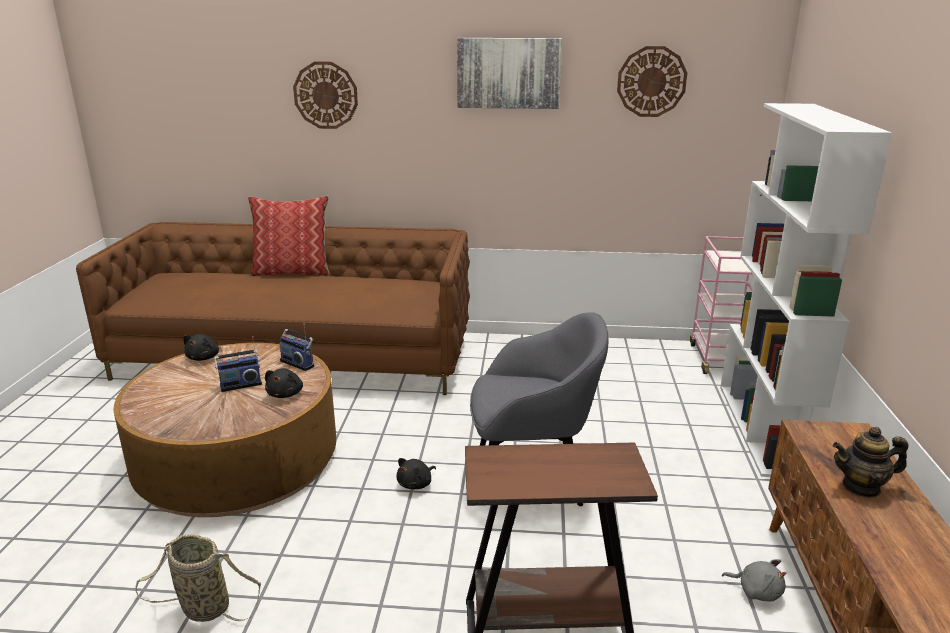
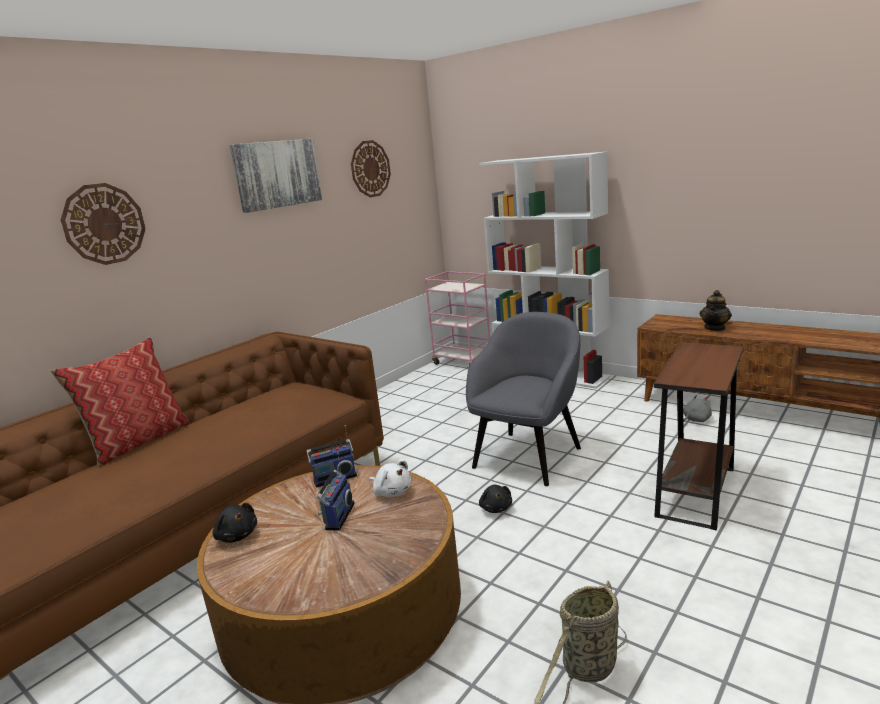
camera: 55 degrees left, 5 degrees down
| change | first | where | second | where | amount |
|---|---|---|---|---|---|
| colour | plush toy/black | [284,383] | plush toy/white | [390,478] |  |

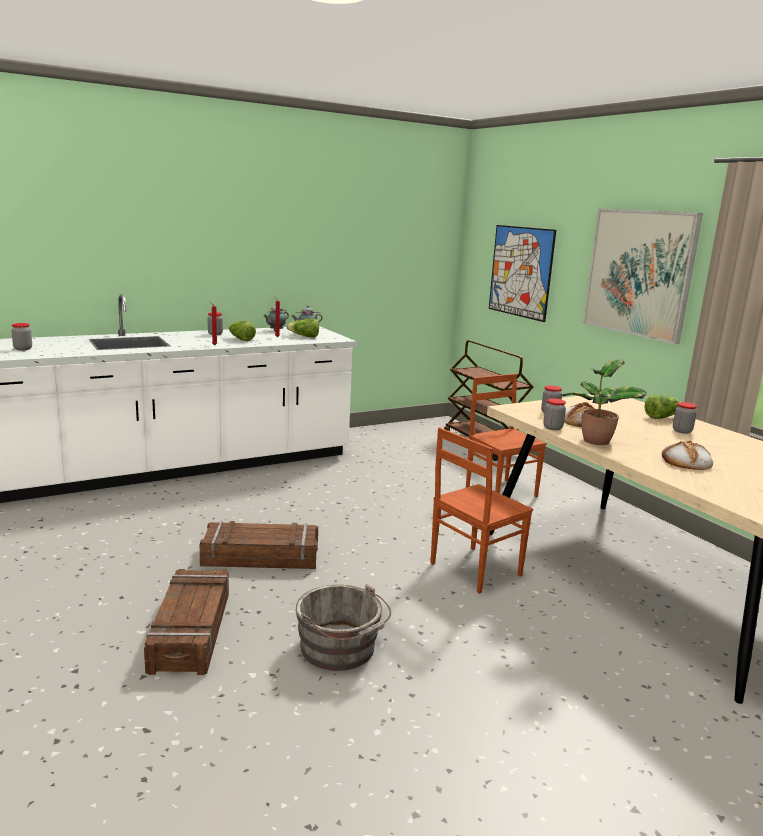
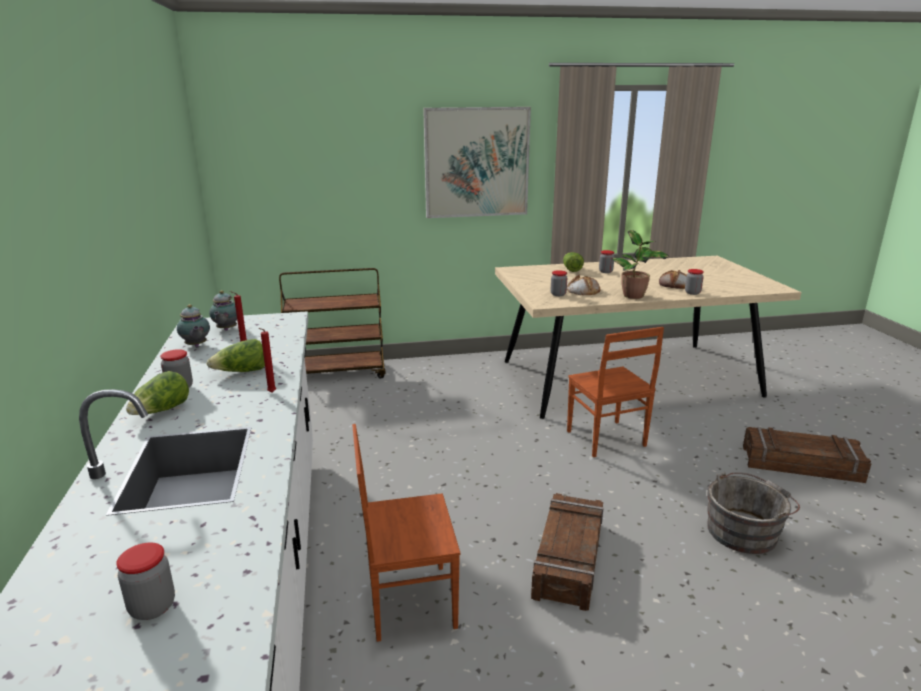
camera: 70 degrees left, 5 degrees up
| change | first | where | second | where | amount |
|---|---|---|---|---|---|
| missing | picture | [522,273] |  |  |  |
| relocated | crate | [186,622] |  | [807,455] |  |
| relocated | lettuce | [302,328] |  | [157,393] |  |
| relocated | chair/brown | [506,435] |  | [406,533] |  |
| relocated | jar | [554,414] |  | [694,282] |  |

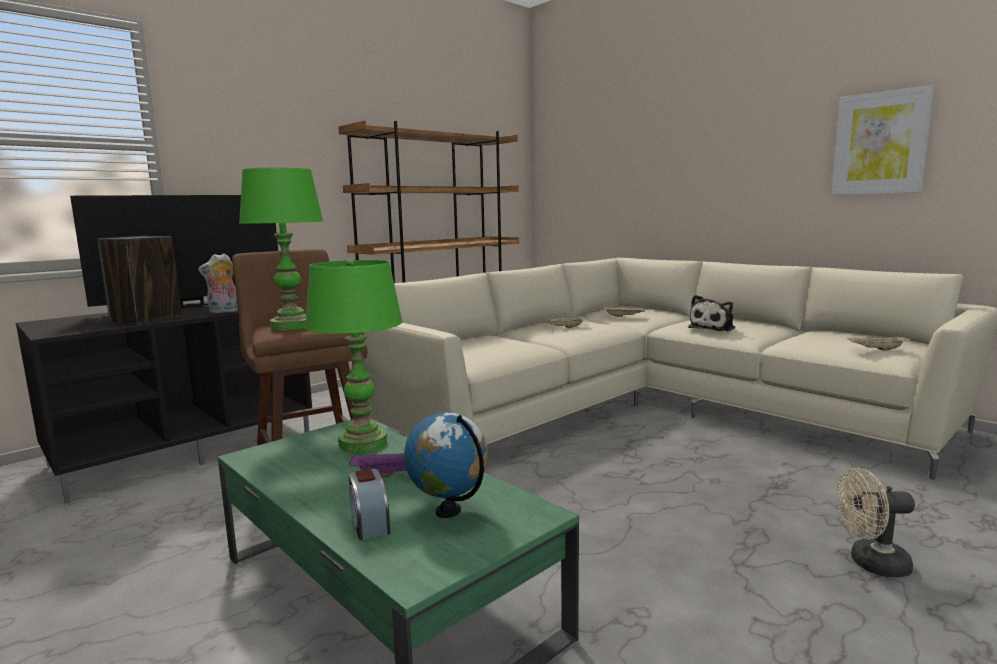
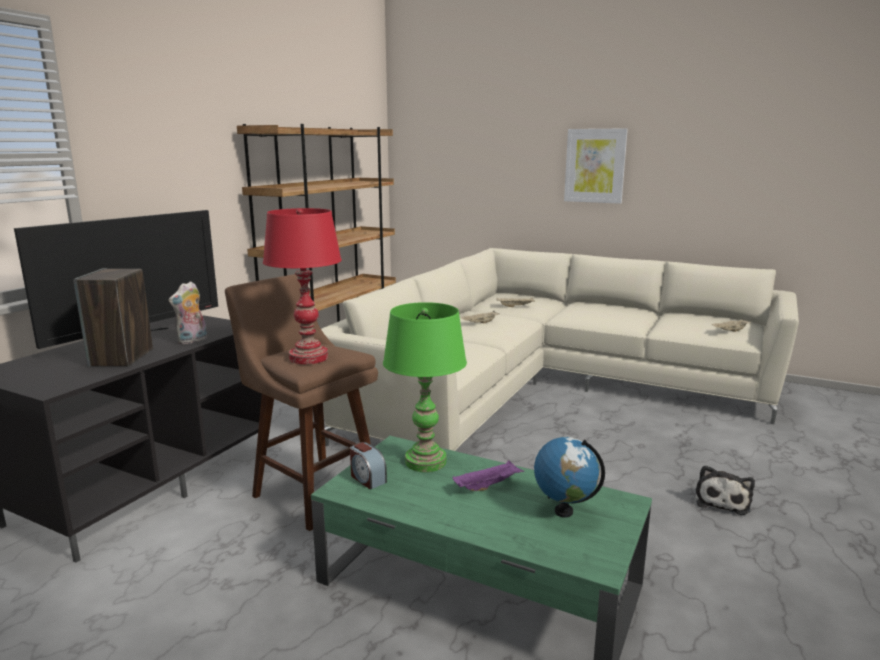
camera: 20 degrees left, 5 degrees up
| change | first | where | second | where | amount |
|---|---|---|---|---|---|
| missing | fan/beige | [876,523] |  |  |  |
| relocated | alarm clock | [369,504] |  | [368,466] |  |
| relocated | plush toy | [711,313] |  | [725,490] |  |
| relocated | picture | [883,140] |  | [596,166] |  |
| colour | table lamp/green | [281,248] | table lamp/red | [302,286] |  |

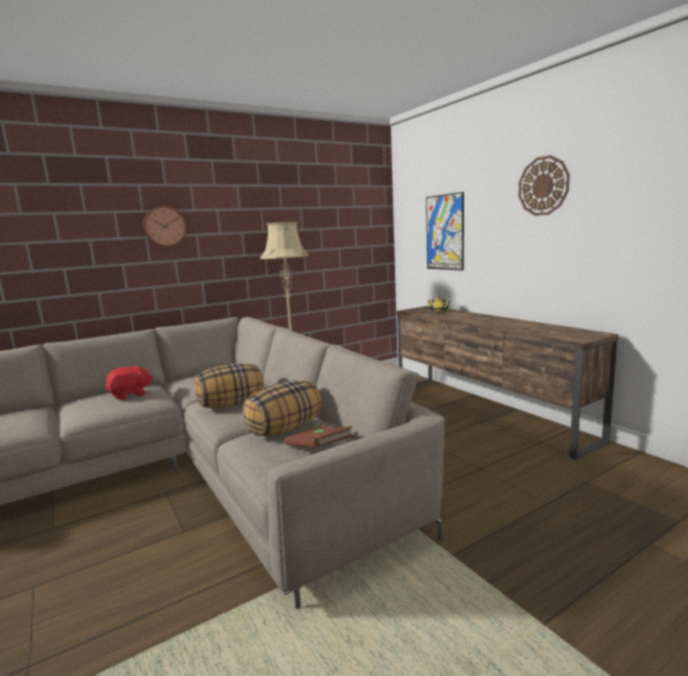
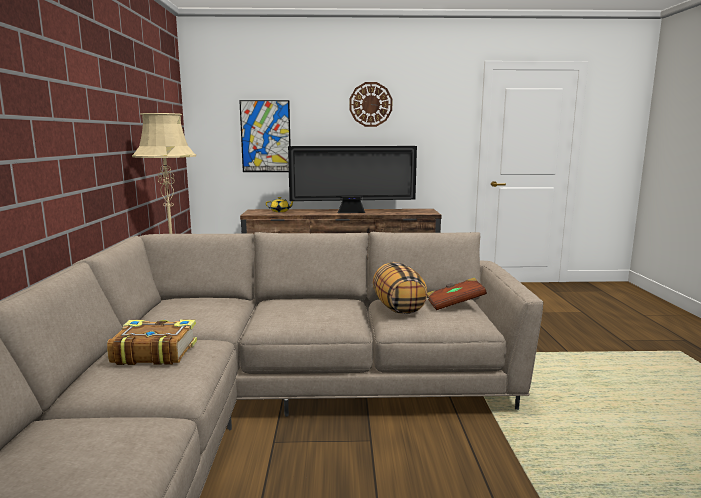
camera: 60 degrees left, 0 degrees up
| change | first | where | second | where | amount |
|---|---|---|---|---|---|
| missing | wall clock | [164,226] |  |  |  |
| missing | pillow | [228,385] |  |  |  |
| appeared |  |  | television | [352,179] |  |
| exchanged | plush toy/red | [129,383] | book | [152,342] |  |

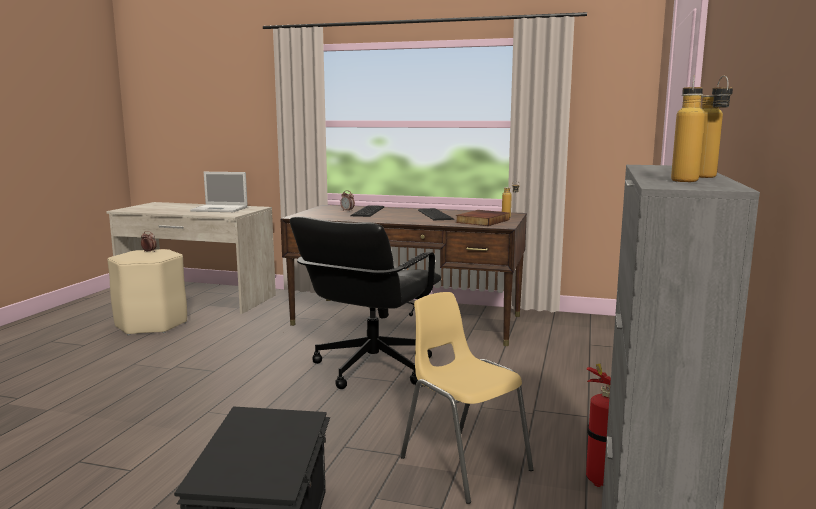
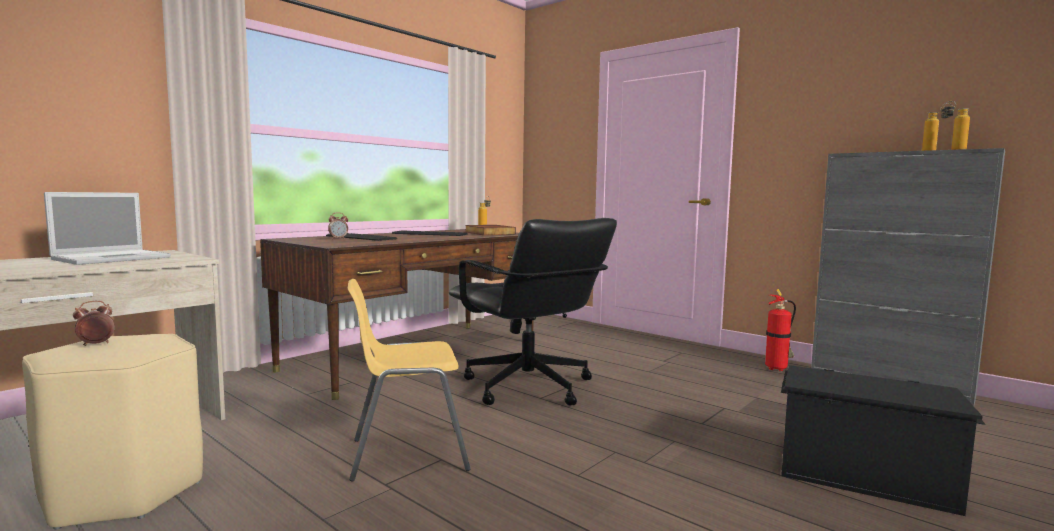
camera: 65 degrees left, 5 degrees down
| change | first | where | second | where | amount |
|---|---|---|---|---|---|
| relocated | chair/yellow | [467,398] |  | [409,380] |  |

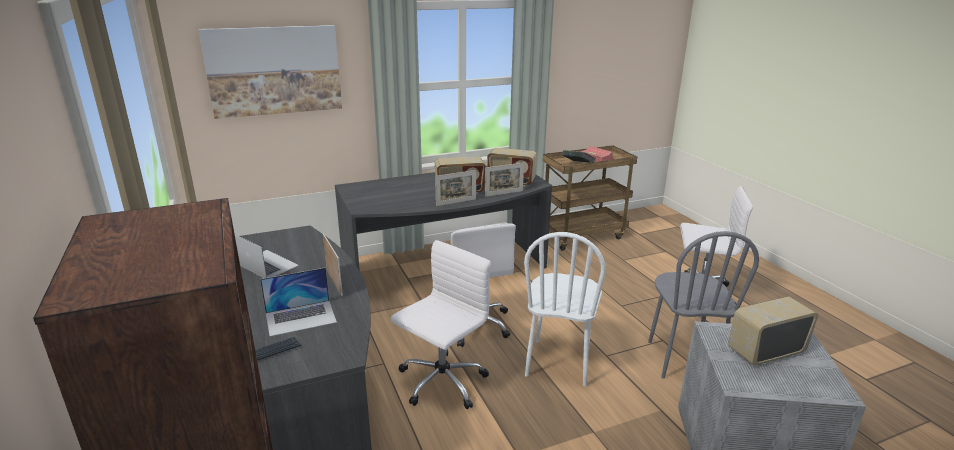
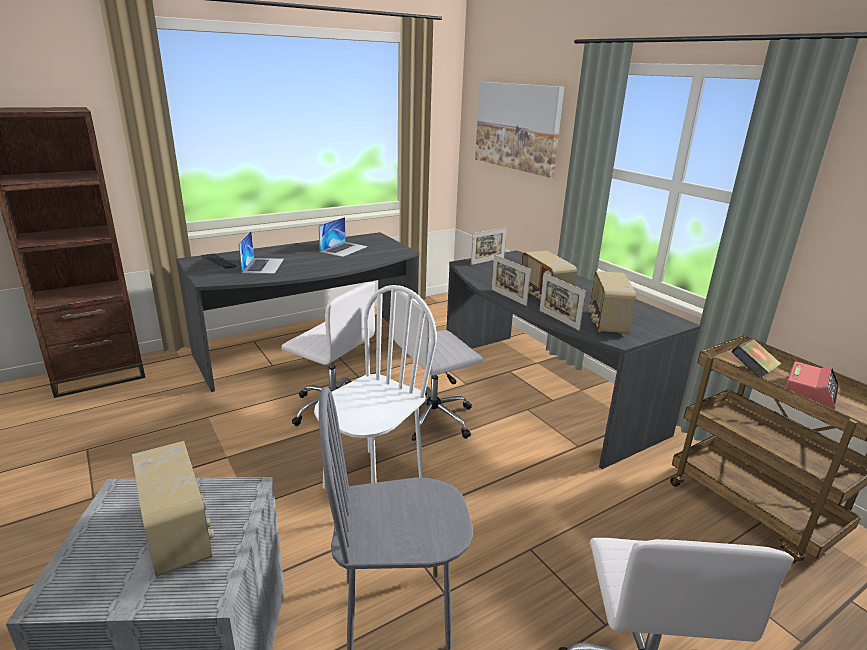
camera: 80 degrees right, 0 degrees up
| change | first | where | second | where | amount |
|---|---|---|---|---|---|
| relocated | picture frame | [333,265] |  | [489,246] |  |
| spun | laptop | [298,302] |  | [261,252] | 150 degrees counterclockwise |
| spun | chair/white | [565,309] |  | [375,387] | 120 degrees clockwise |

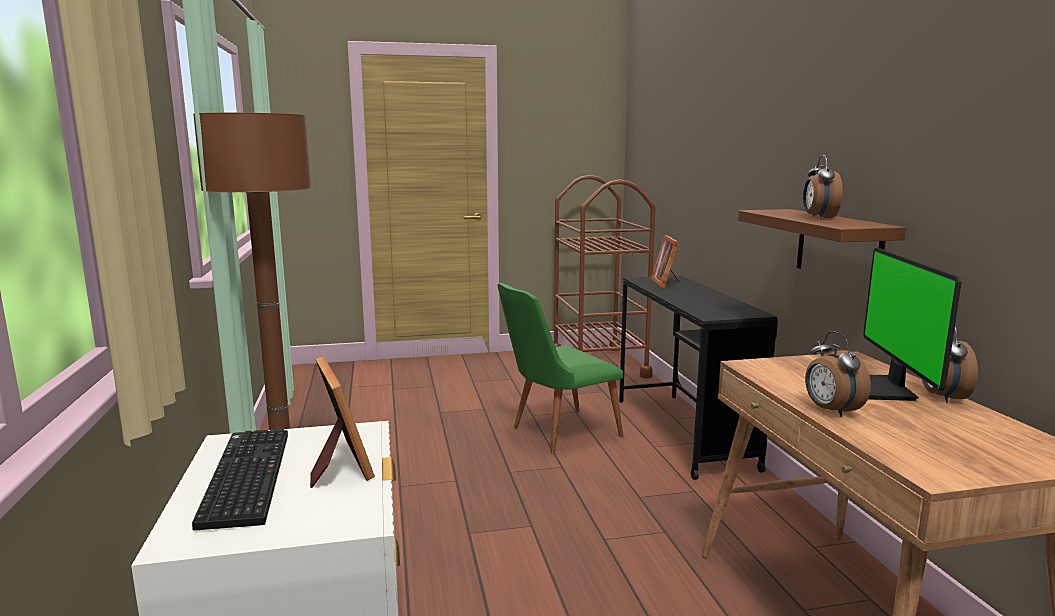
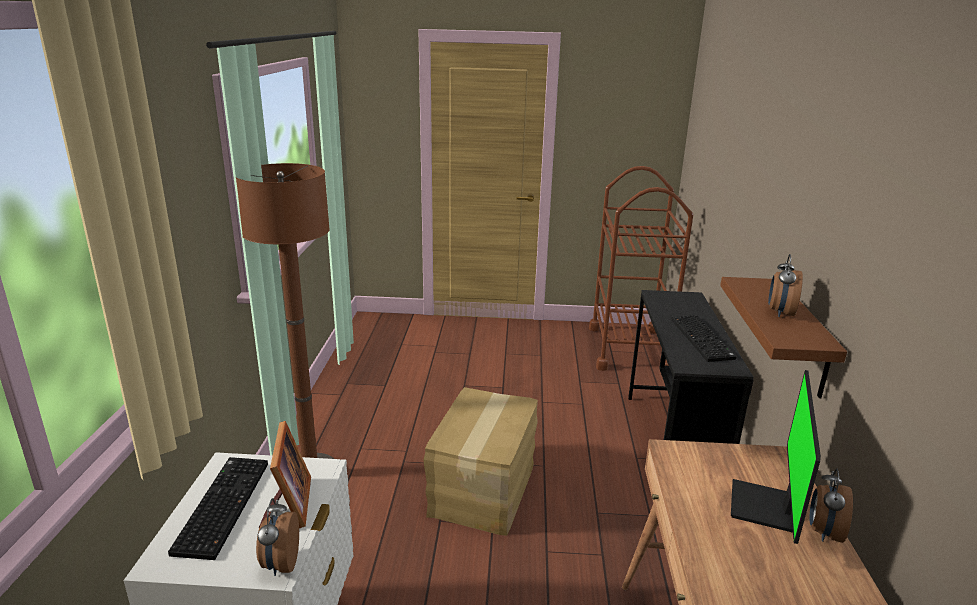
camera: 15 degrees right, 10 degrees up
| change | first | where | second | where | amount |
|---|---|---|---|---|---|
| missing | chair/green | [560,368] |  |  |  |
| missing | picture frame | [665,261] |  |  |  |
| appeared |  |  | cardboard box | [480,461] |  |
| appeared |  |  | keyboard | [704,338] |  |
| relocated | alarm clock | [838,374] |  | [277,537] |  |

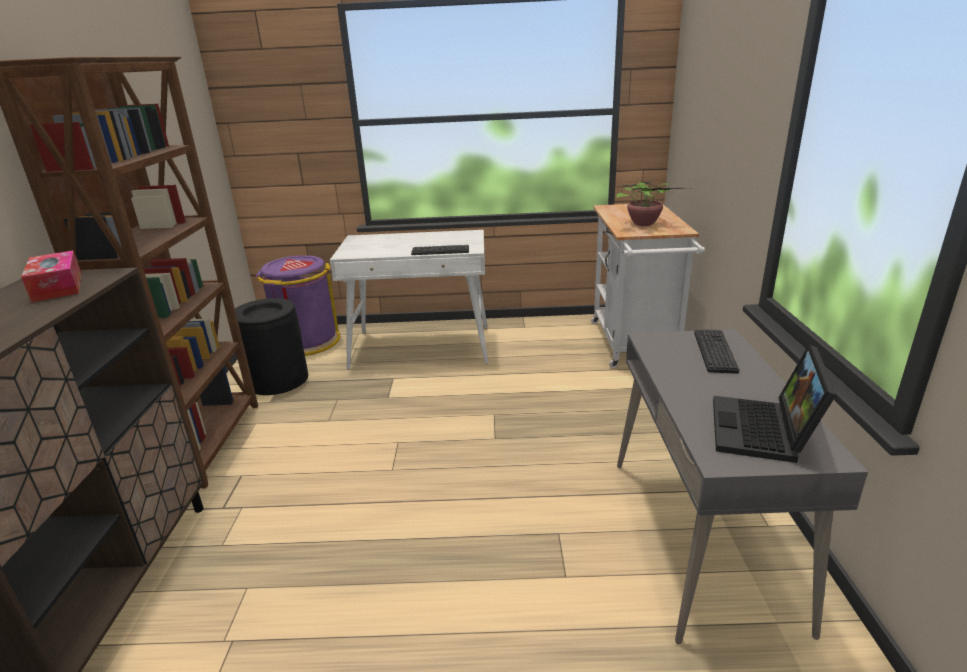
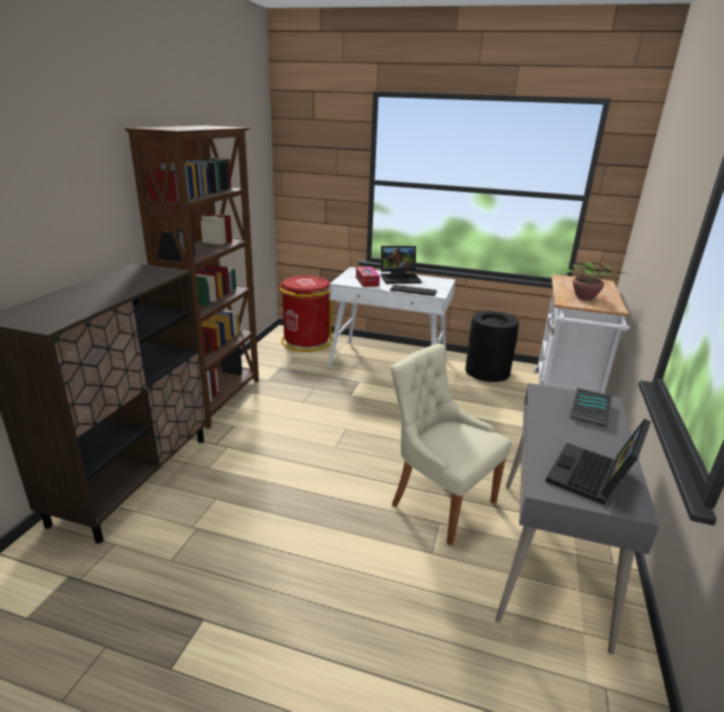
camera: 15 degrees right, 0 degrees up
| change | first | where | second | where | amount |
|---|---|---|---|---|---|
| appeared |  |  | laptop | [401,265] |  |
| appeared |  |  | chair/beige | [451,444] |  |
| relocated | tissue box | [51,276] |  | [368,277] |  |
| relocated | trash can/black | [271,346] |  | [492,346] |  |
| exchanged | keyboard | [716,351] | book | [591,407] |  |
| colour | trash can/purple | [297,305] | trash can/red | [305,313] |  |

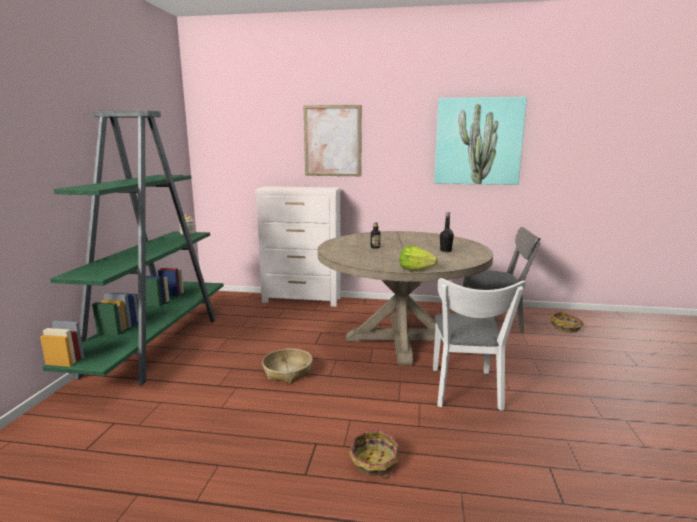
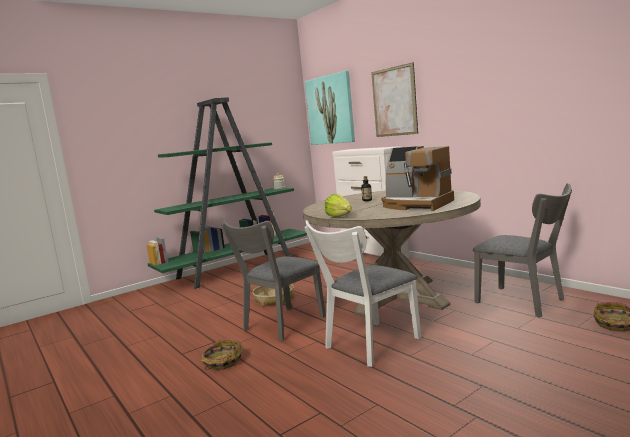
camera: 45 degrees right, 5 degrees down
| change | first | where | second | where | amount |
|---|---|---|---|---|---|
| appeared |  |  | chair/grey | [273,279] |  |
| relocated | picture | [480,141] |  | [330,108] |  |
| exchanged | bottle/black | [447,232] | coffee machine | [417,178] |  |

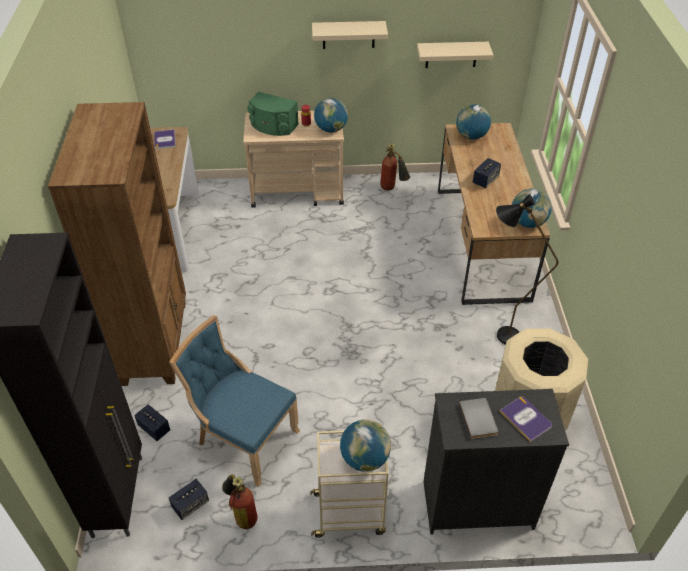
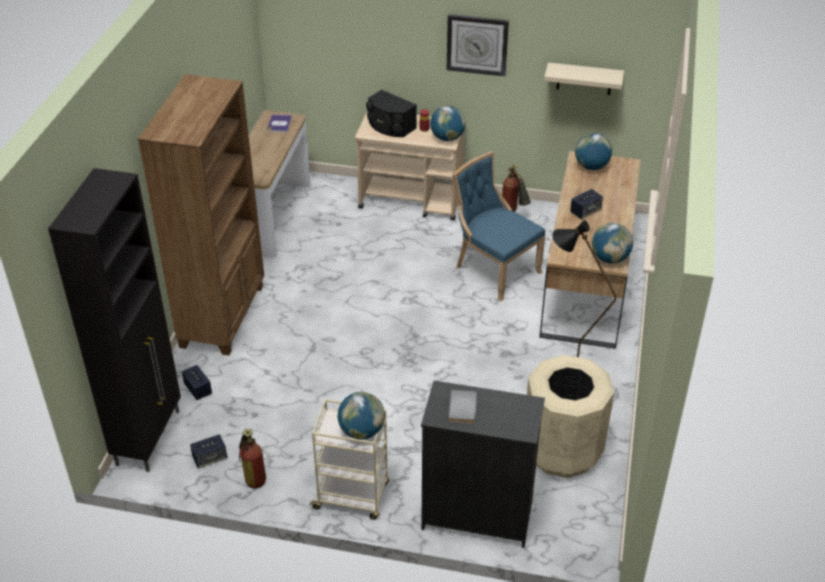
camera: 15 degrees right, 5 degrees down
| change | first | where | second | where | amount |
|---|---|---|---|---|---|
| missing | book | [526,419] |  |  |  |
| relocated | chair/blue | [234,401] |  | [499,226] |  |
| exchanged | shelf/beige | [350,35] | wall clock | [478,45] |  |
| colour | speaker/green | [273,114] | speaker/black | [391,113] |  |

